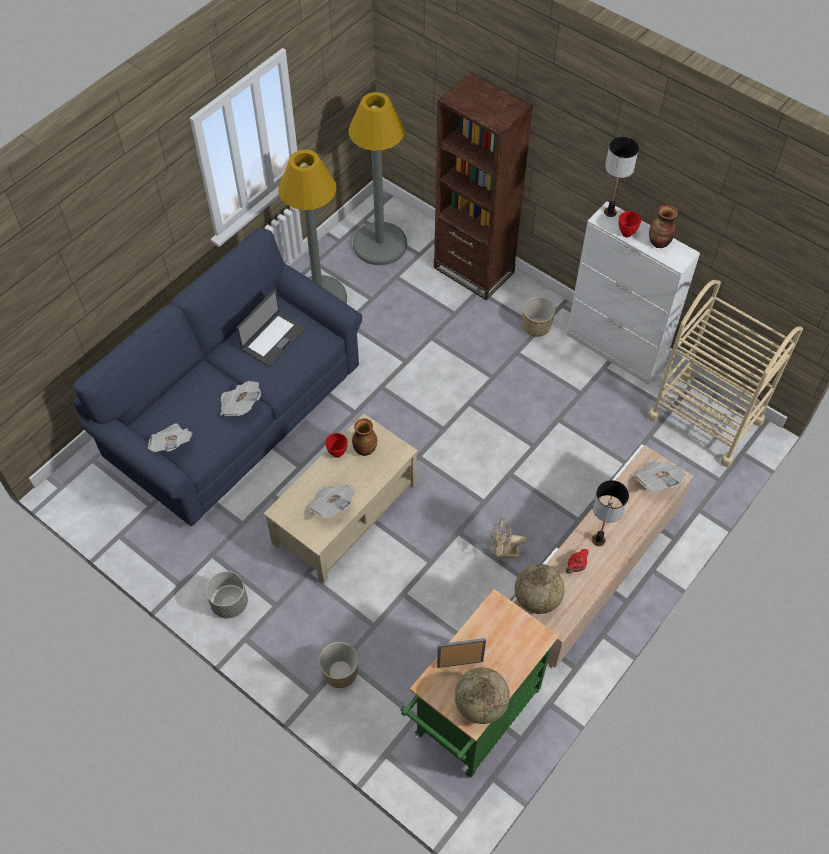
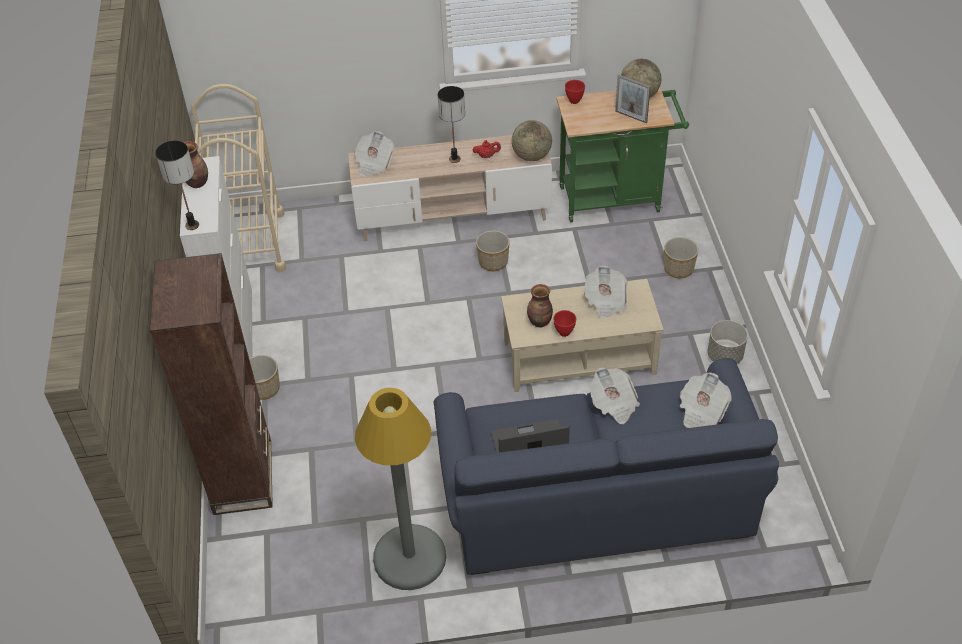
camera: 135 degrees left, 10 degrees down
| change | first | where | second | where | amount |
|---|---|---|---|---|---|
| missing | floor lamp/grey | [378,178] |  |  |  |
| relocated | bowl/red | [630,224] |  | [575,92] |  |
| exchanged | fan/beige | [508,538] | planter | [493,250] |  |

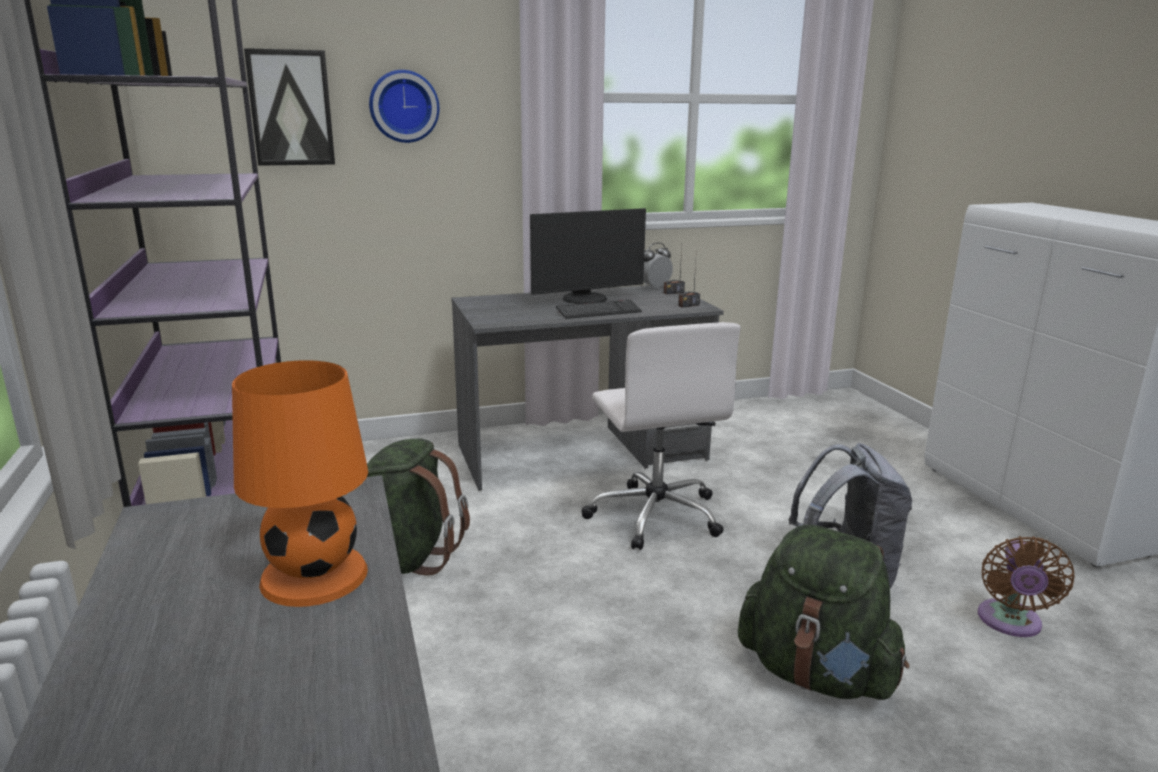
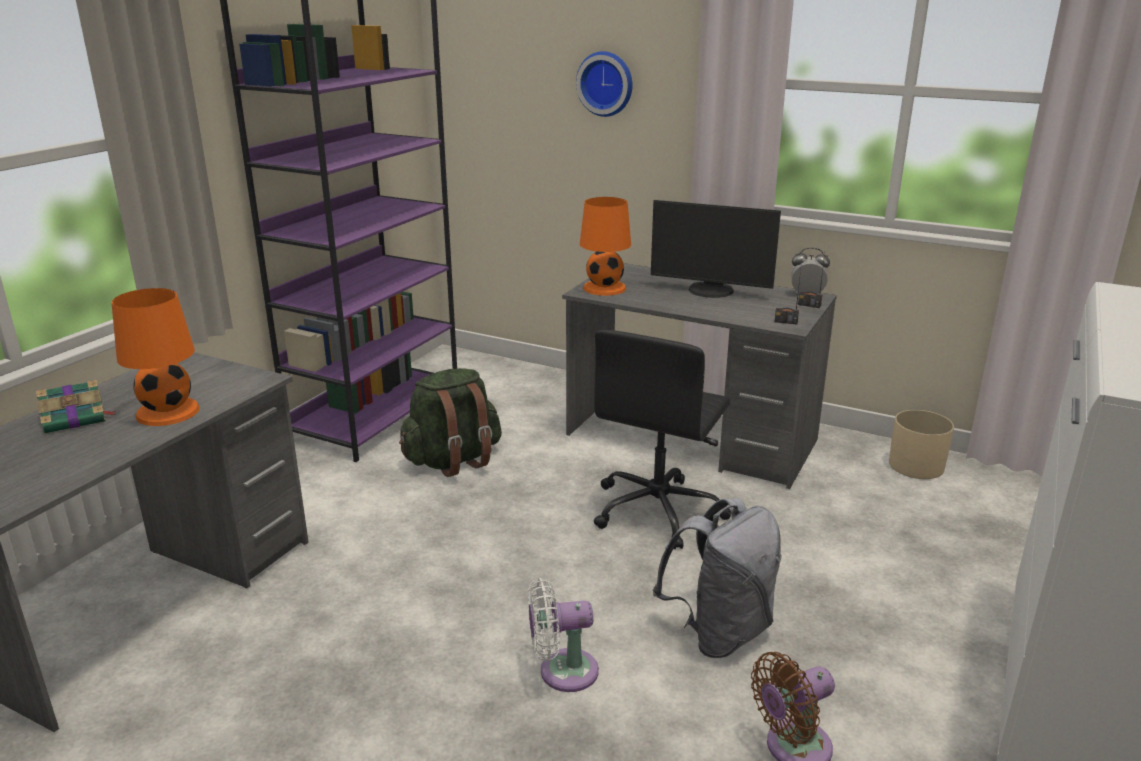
camera: 45 degrees right, 5 degrees up
| change | first | where | second | where | amount |
|---|---|---|---|---|---|
| missing | picture | [289,107] |  |  |  |
| missing | keyboard | [599,309] |  |  |  |
| appeared |  |  | book | [75,407] |  |
| appeared |  |  | table lamp/orange | [605,246] |  |
| appeared |  |  | planter/beige | [921,444] |  |
| exchanged | backpack/green | [823,612] | fan/white | [563,635] |  |
| colour | office chair/white | [661,436] | office chair/black | [662,439] |  |

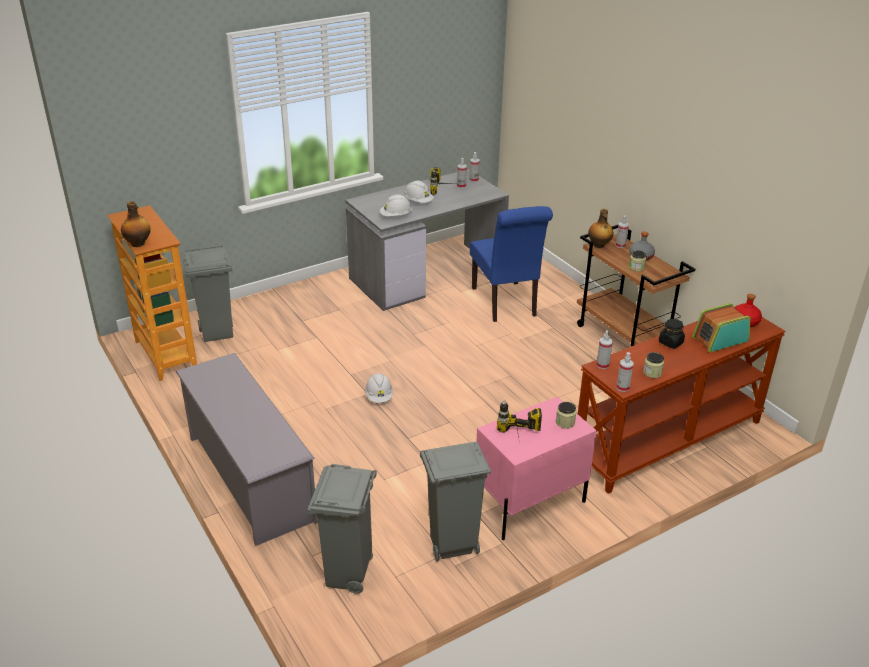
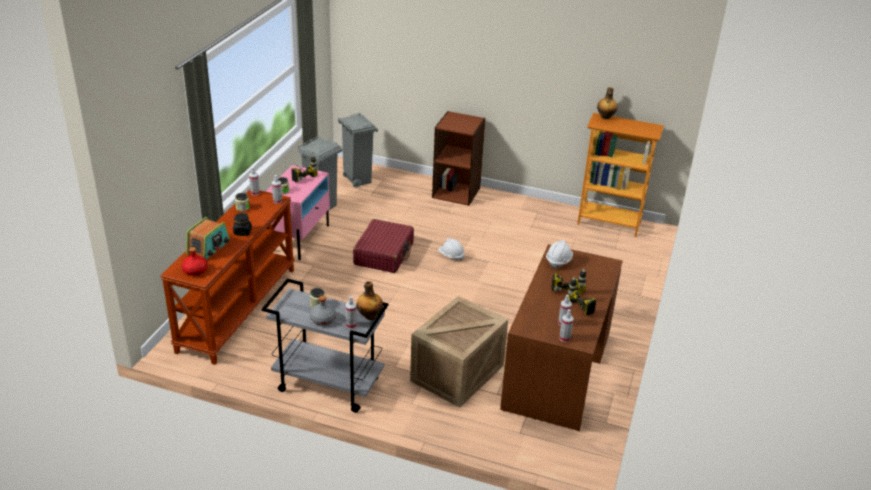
camera: 140 degrees right, 0 degrees up
| change | first | where | second | where | amount |
|---|---|---|---|---|---|
| missing | trash can/grey | [208,293] |  |  |  |
| appeared |  |  | suitcase/red | [383,246] |  |
| exchanged | shoe rack/grey | [247,449] | bookcase/brown | [459,158] |  |
| exchanged | hard hat/white | [419,191] | power drill | [568,281] |  |
| exchanged | chair/blue | [511,264] | crate | [459,352] |  |
| colour | desk/grey | [427,240] | desk/brown | [561,337] |  |
| colour | cart/brown | [636,286] | cart/grey | [325,346] |  |

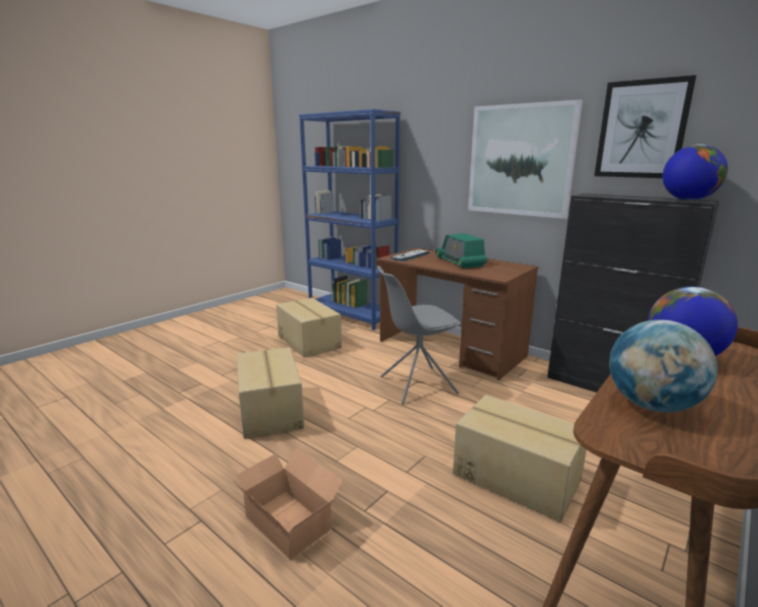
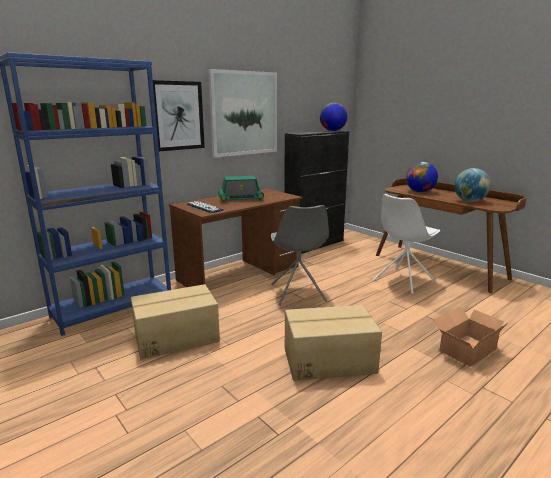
camera: 80 degrees left, 0 degrees up
| change | first | where | second | where | amount |
|---|---|---|---|---|---|
| relocated | picture | [645,126] |  | [179,115] |  |
| exchanged | cardboard box | [519,458] | chair/white | [406,244] |  |

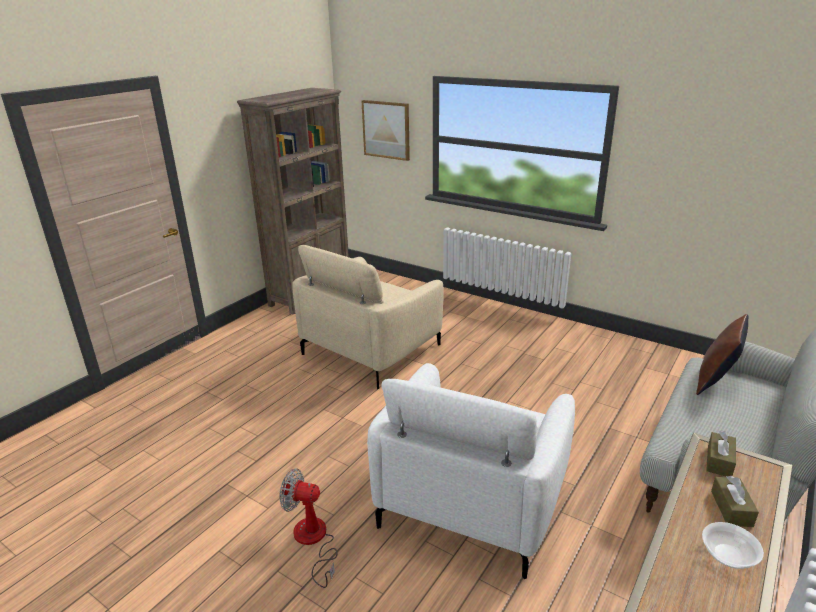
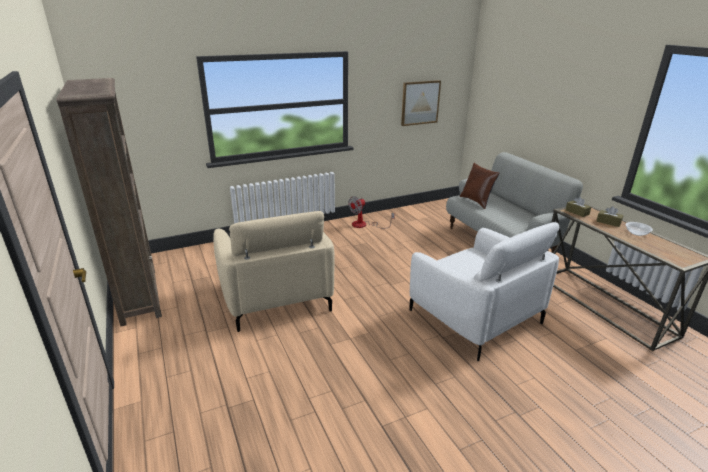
camera: 60 degrees left, 0 degrees up
| change | first | where | second | where | amount |
|---|---|---|---|---|---|
| relocated | fan | [308,528] |  | [371,212] |  |
| relocated | picture | [386,130] |  | [421,103] |  |

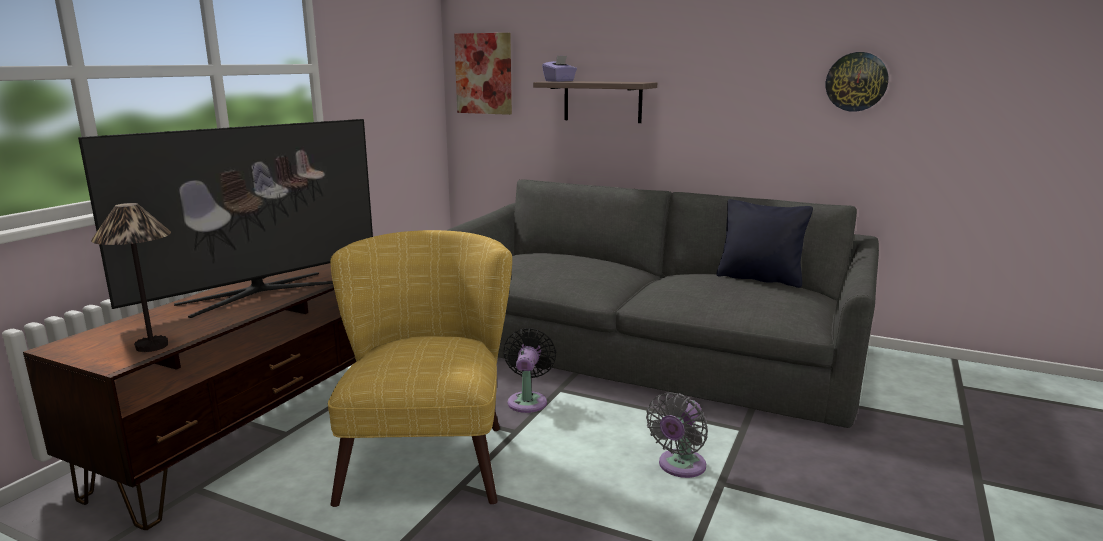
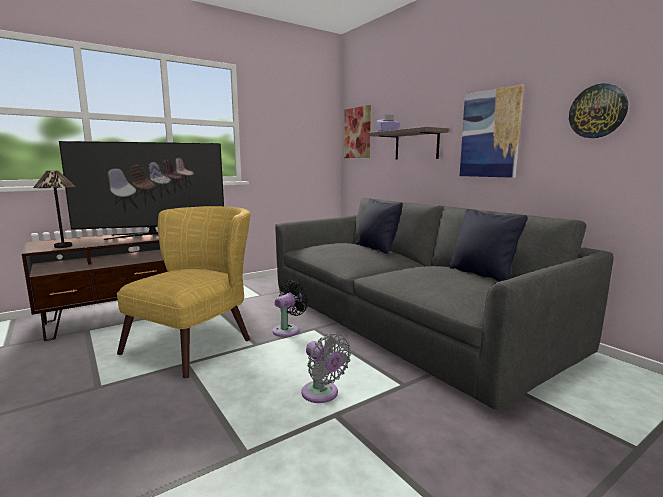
camera: 30 degrees right, 5 degrees down
| change | first | where | second | where | amount |
|---|---|---|---|---|---|
| appeared |  |  | pillow/black | [379,226] |  |
| appeared |  |  | picture | [492,131] |  |
| spun | fan/grey | [677,435] |  | [326,368] | 105 degrees counterclockwise |

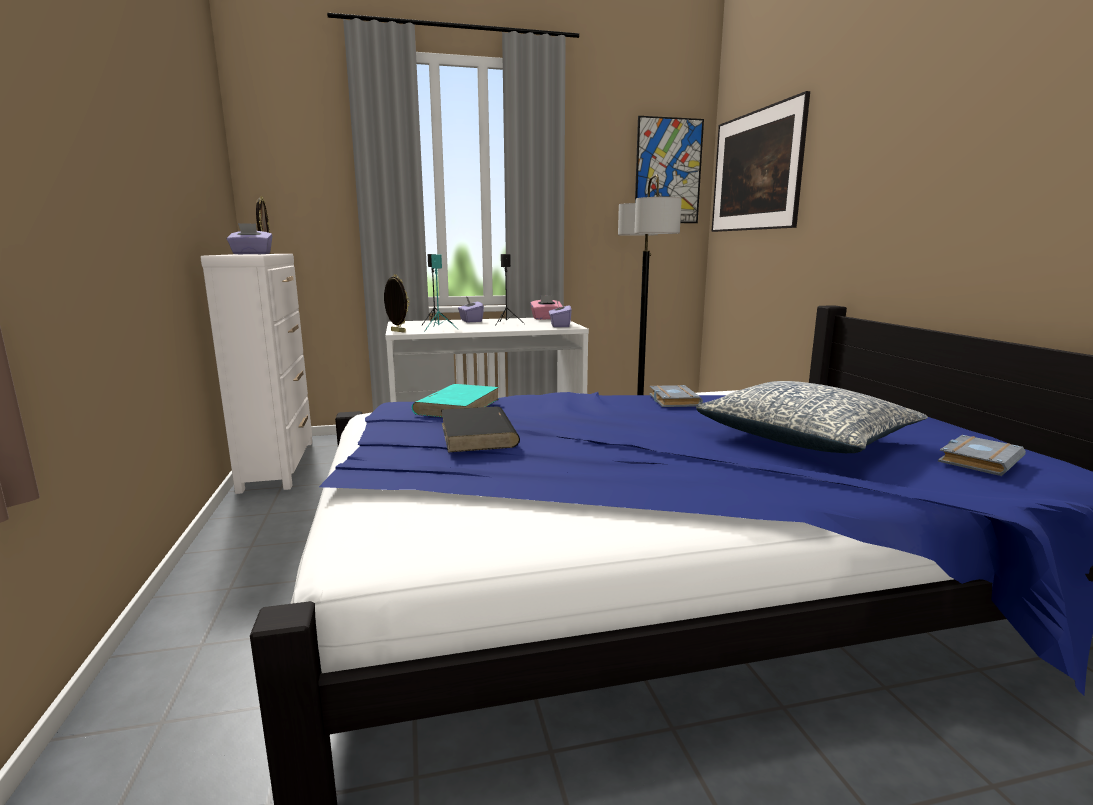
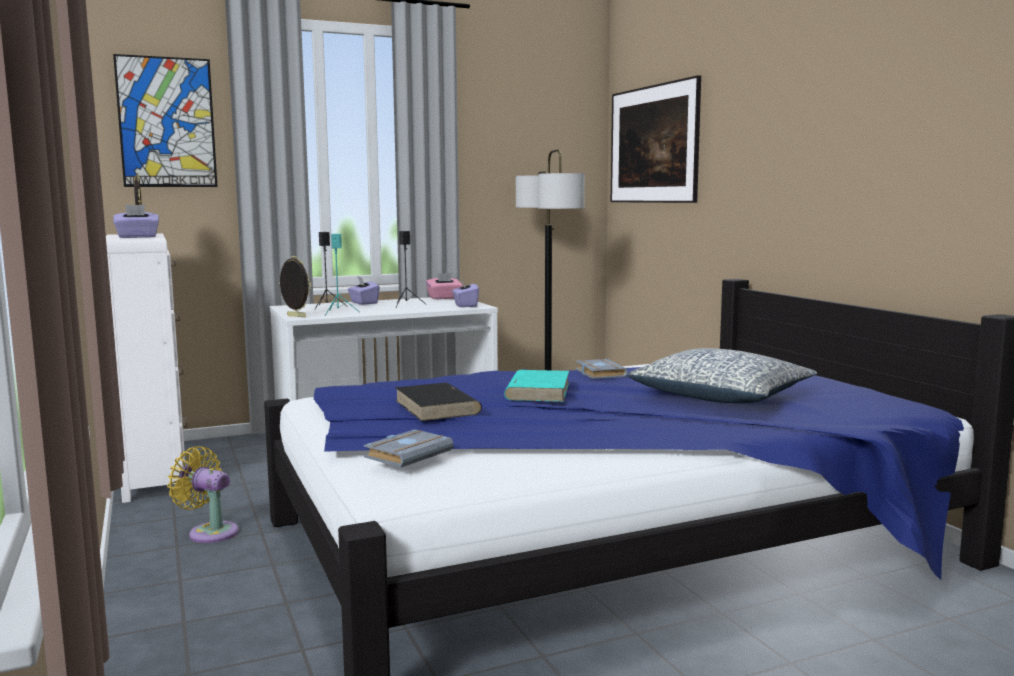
camera: 10 degrees left, 5 degrees down
| change | first | where | second | where | amount |
|---|---|---|---|---|---|
| appeared |  |  | fan/yellow | [203,494] |  |
| relocated | book/turquoise | [455,400] |  | [536,386] |  |
| relocated | picture | [669,169] |  | [165,120] |  |
| relocated | book/grey | [982,455] |  | [409,448] |  |

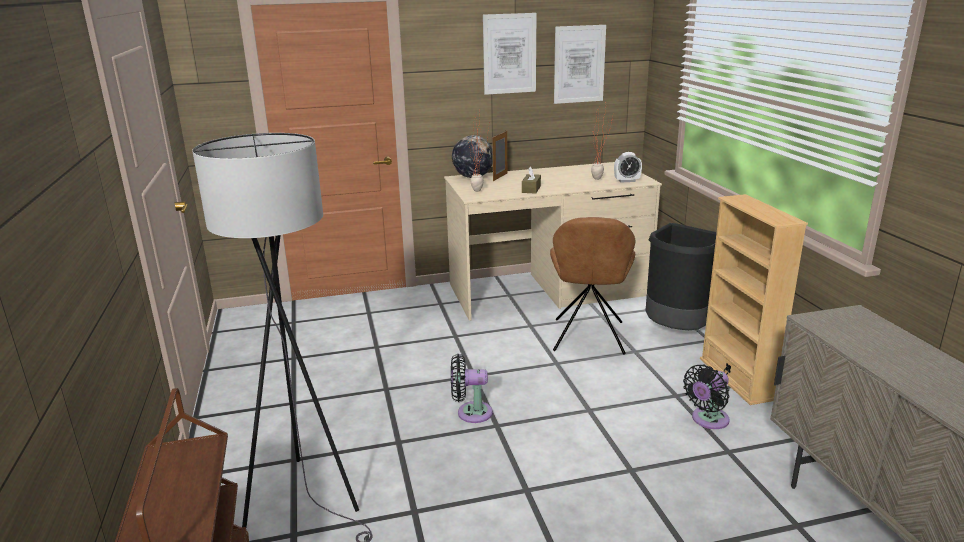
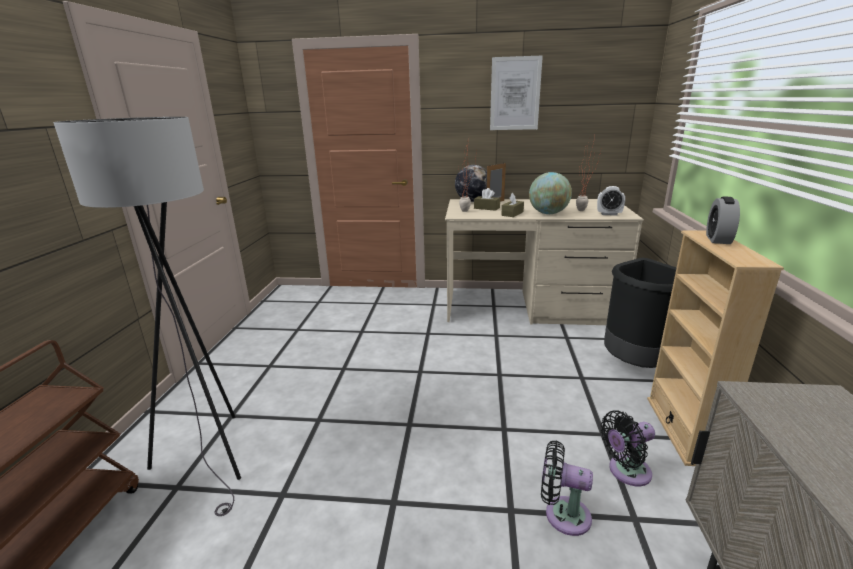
camera: 20 degrees right, 0 degrees up
| change | first | where | second | where | amount |
|---|---|---|---|---|---|
| missing | chair/brown | [592,286] |  |  |  |
| missing | picture | [580,64] |  |  |  |
| appeared |  |  | tissue box/brown | [487,199] |  |
| appeared |  |  | globe | [550,193] |  |
| appeared |  |  | alarm clock | [723,220] |  |
| relocated | fan/black | [472,388] |  | [567,488] |  |

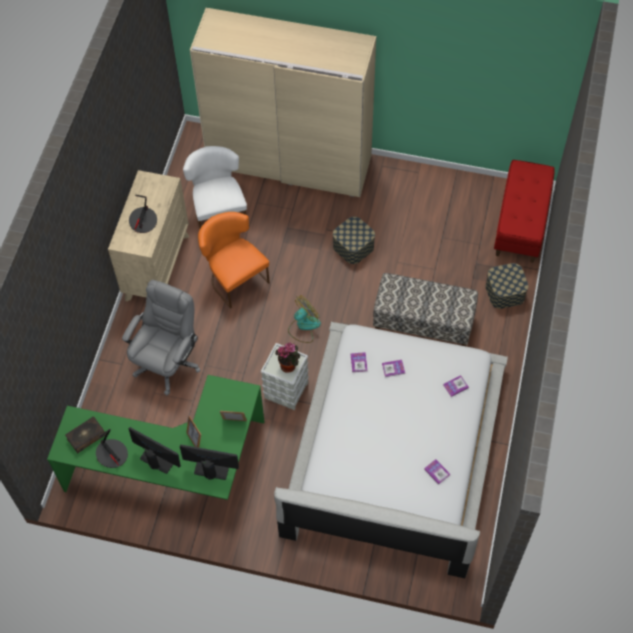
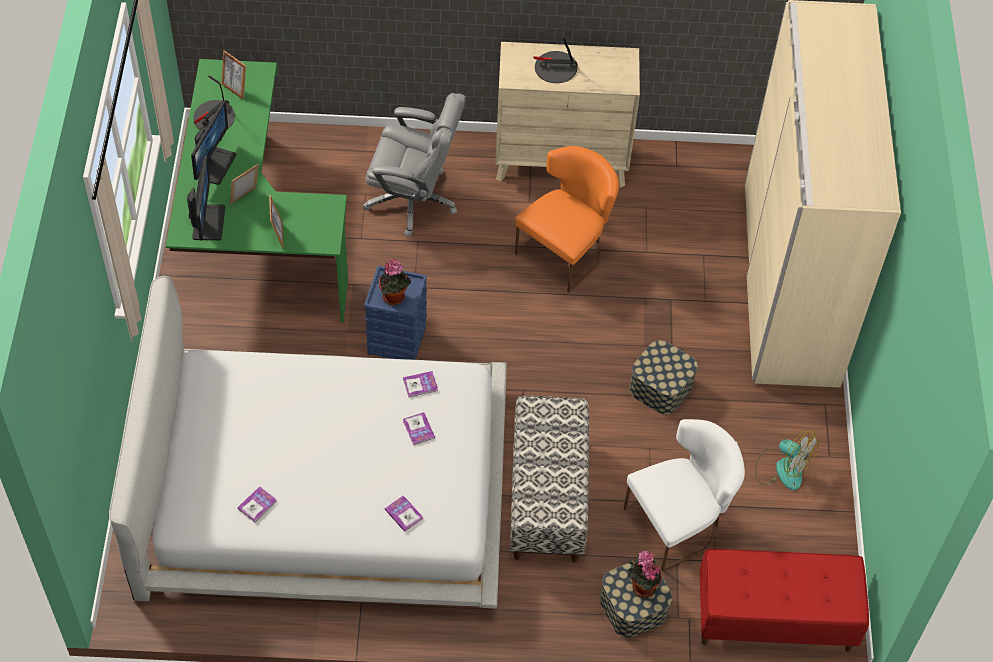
camera: 75 degrees right, 5 degrees down
| change | first | where | second | where | amount |
|---|---|---|---|---|---|
| appeared |  |  | potted plant | [645,574] |  |
| relocated | chair/white | [215,187] |  | [684,495] |  |
| relocated | fan | [304,319] |  | [787,460] |  |
| exchanged | book | [85,435] | picture frame | [233,74] |  |
| colour | storage box/grey | [285,376] | storage box/blue | [395,312] |  |

